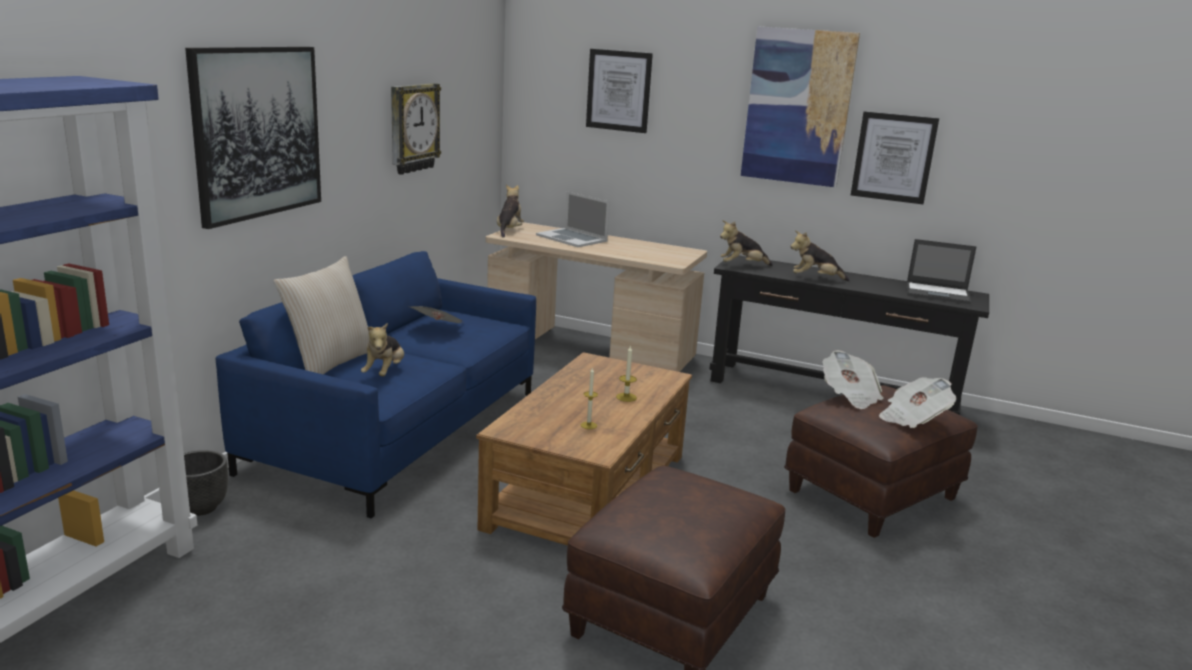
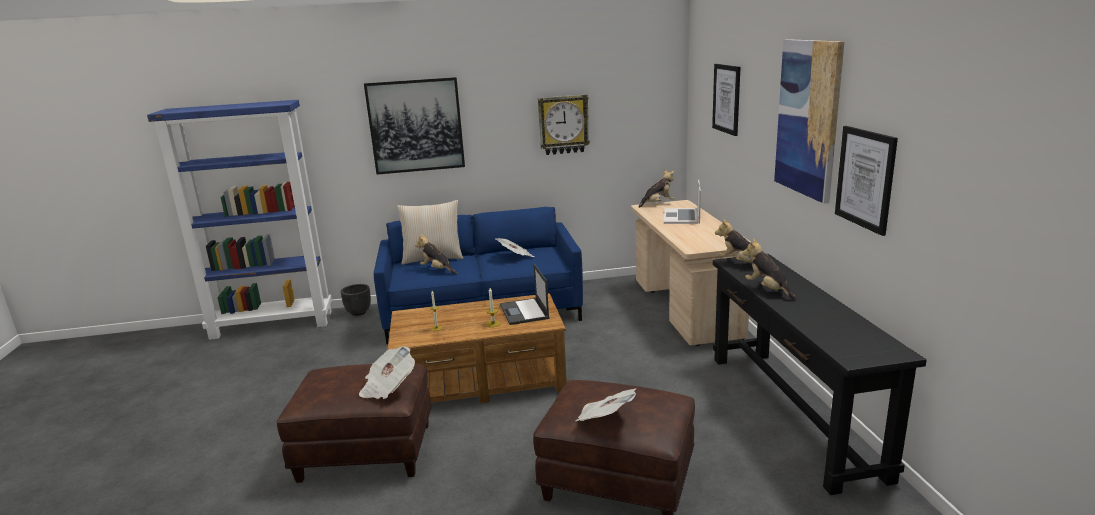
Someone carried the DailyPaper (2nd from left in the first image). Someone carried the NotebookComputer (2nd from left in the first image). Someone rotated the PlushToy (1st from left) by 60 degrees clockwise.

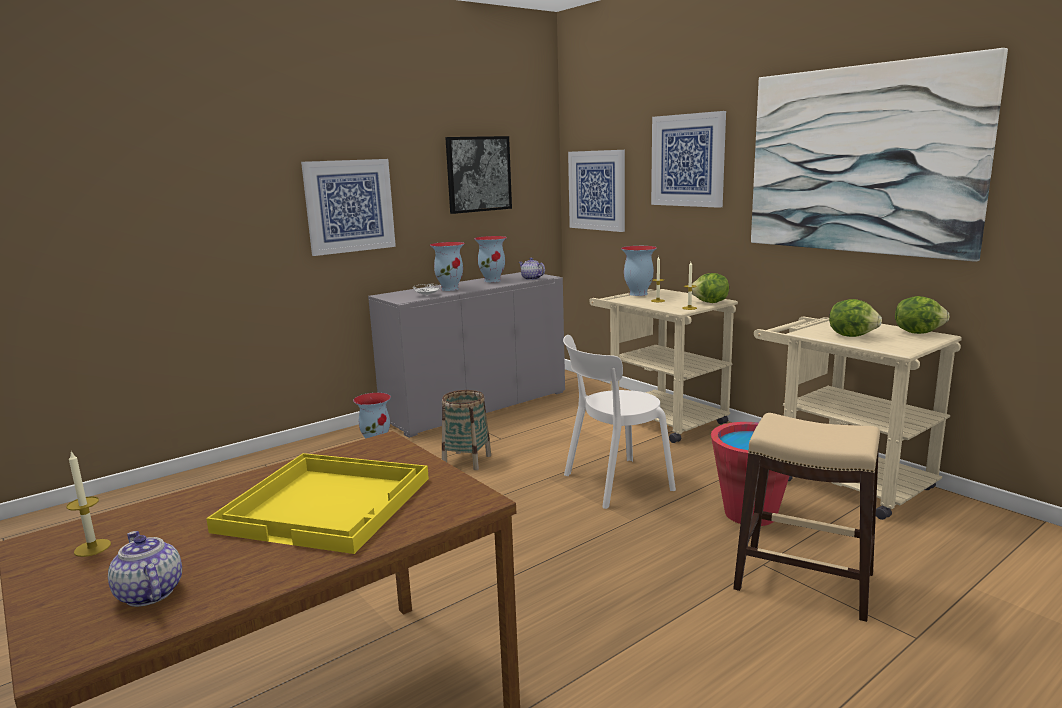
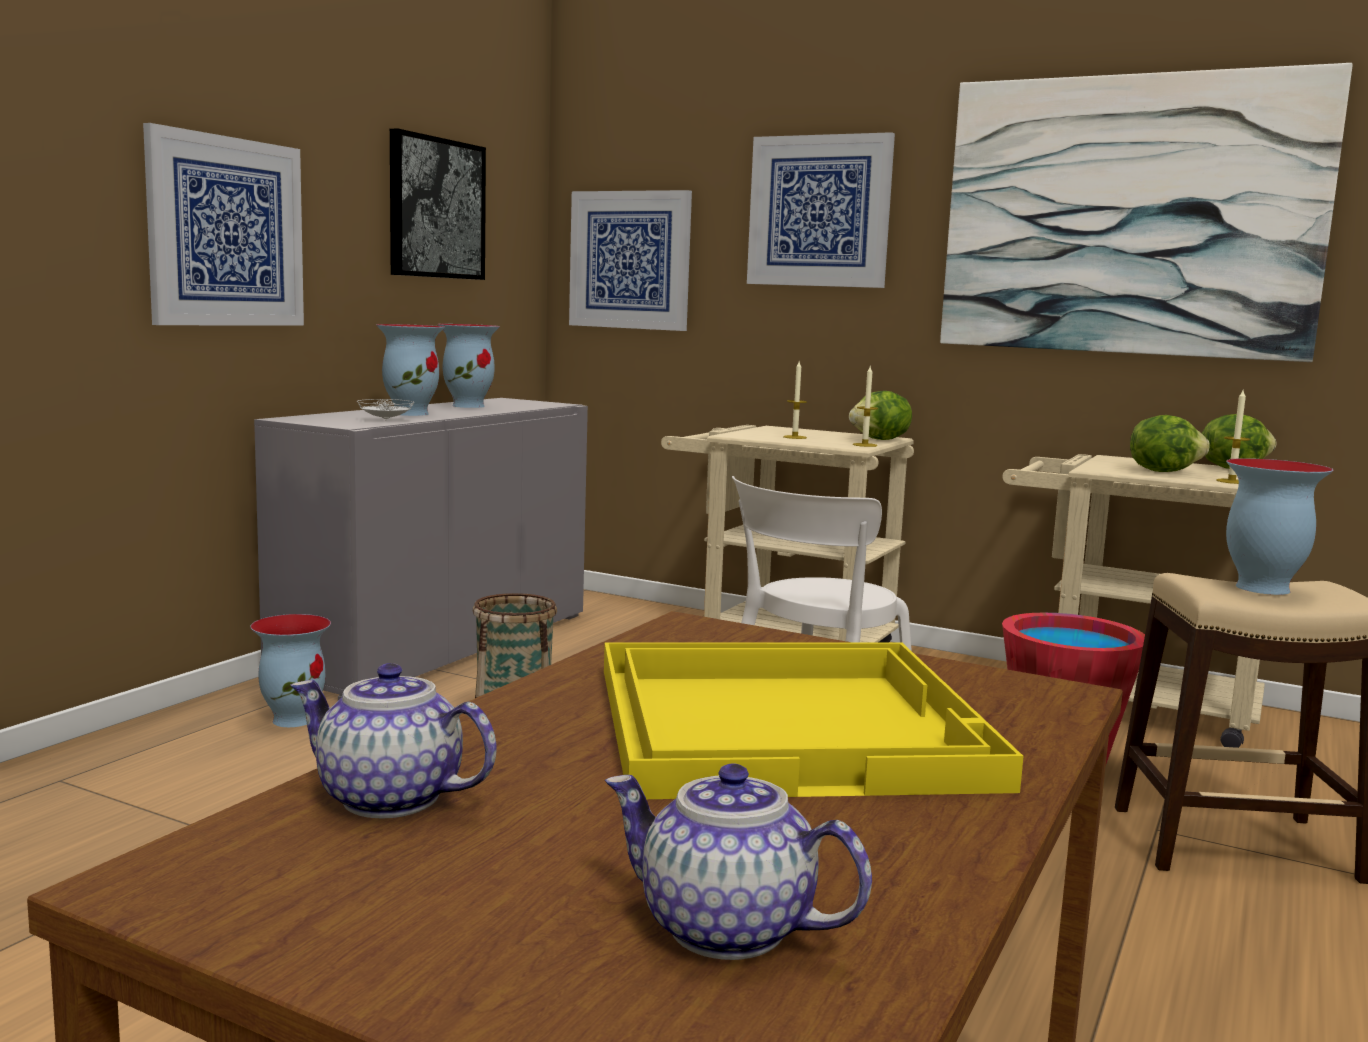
Someone carried the WaxCandle (1st from left in the first image). Someone carried the PotForTea (2nd from left in the first image). Someone carried the Vase (4th from left).

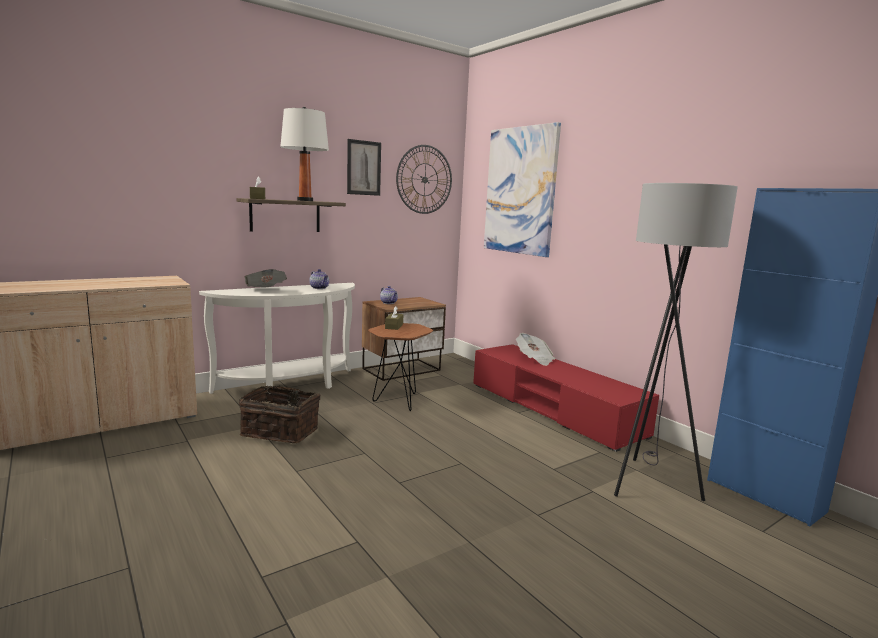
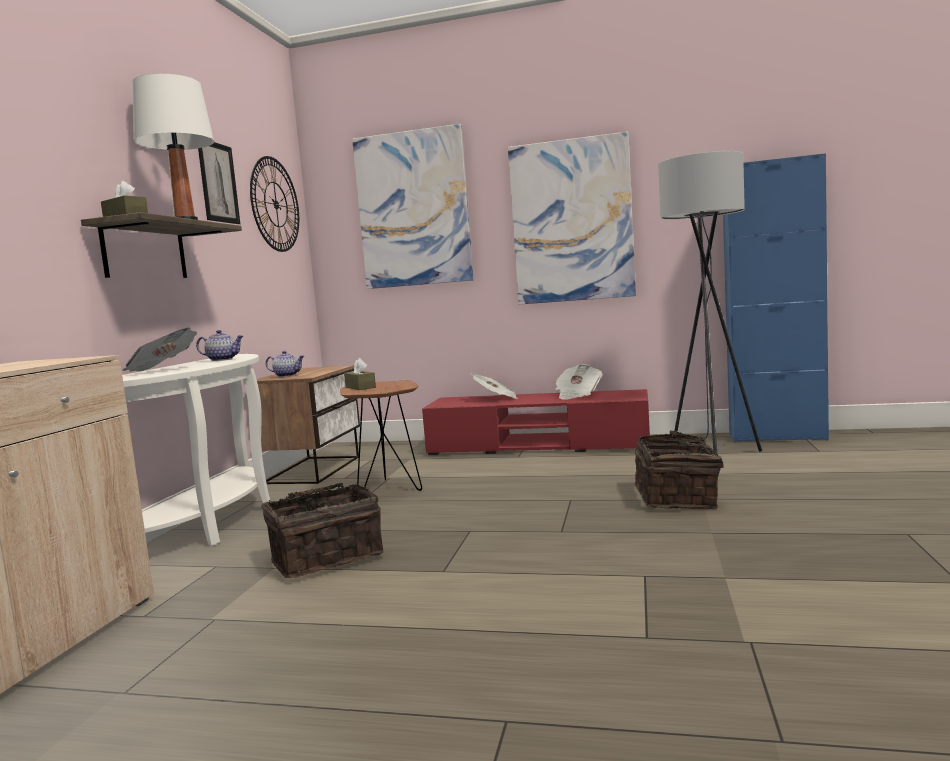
Someone put up the WallPicture (3rd from left). Someone put down the DailyPaper (3rd from left). Someone put down the HouseholdBasket (2nd from left).

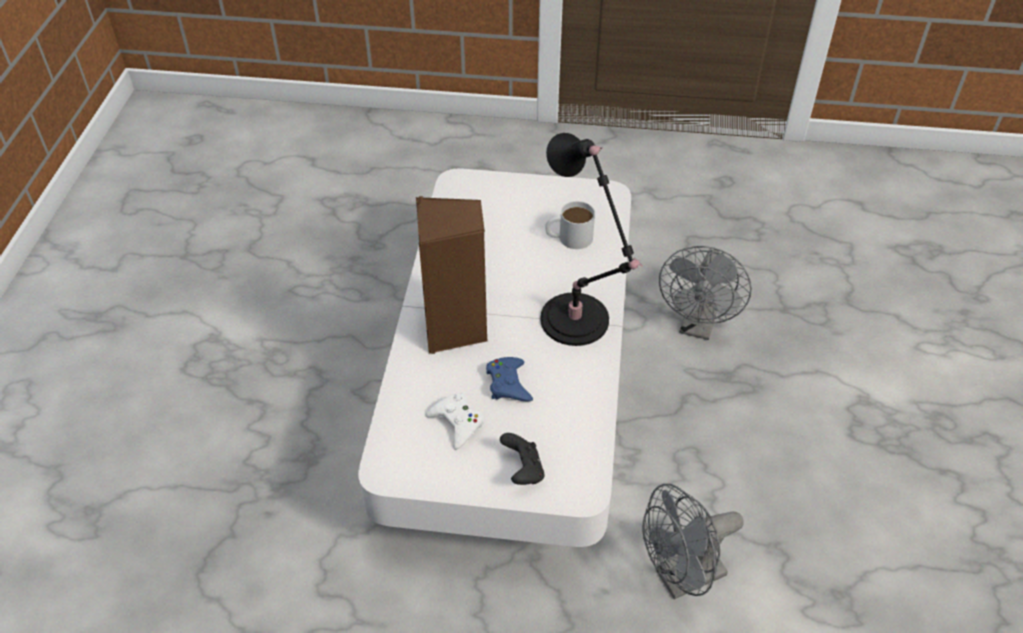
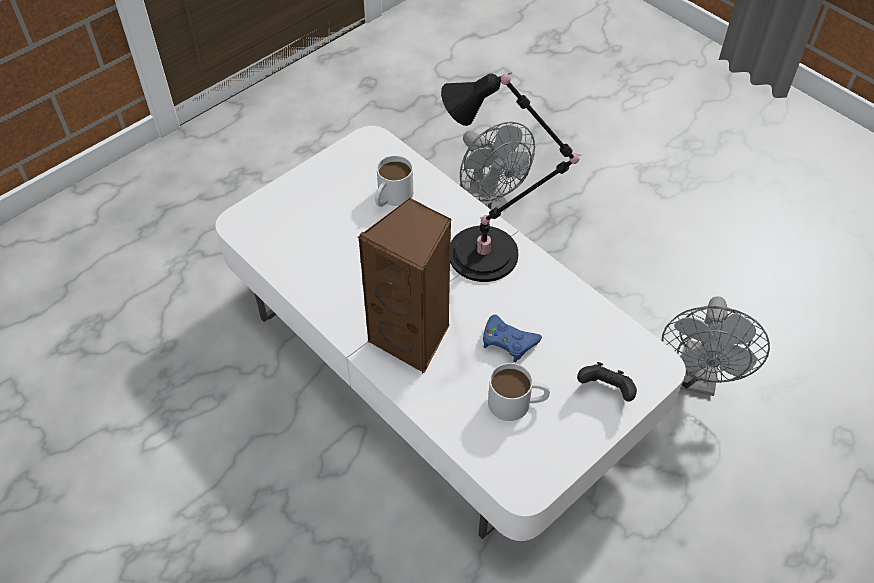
Someone swapped the WhitishJoypad for the WhitishMug (2nd from left).

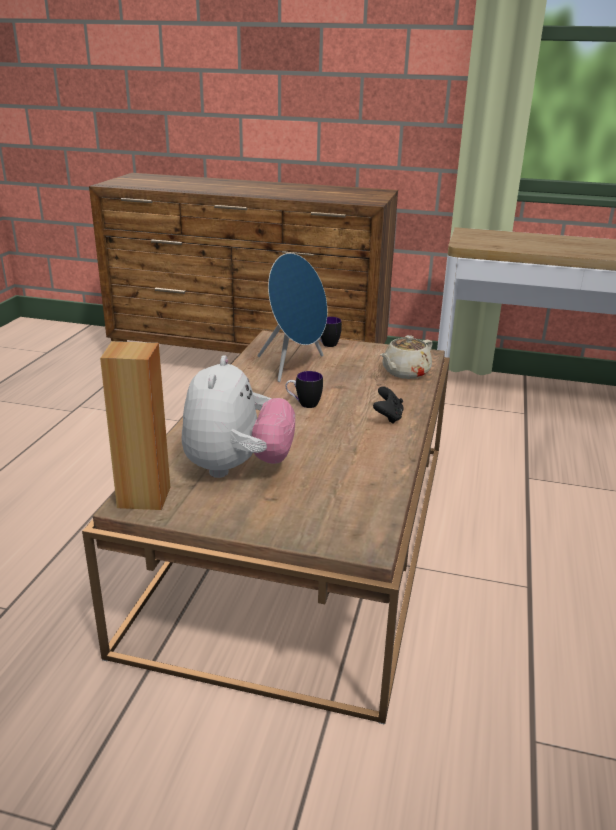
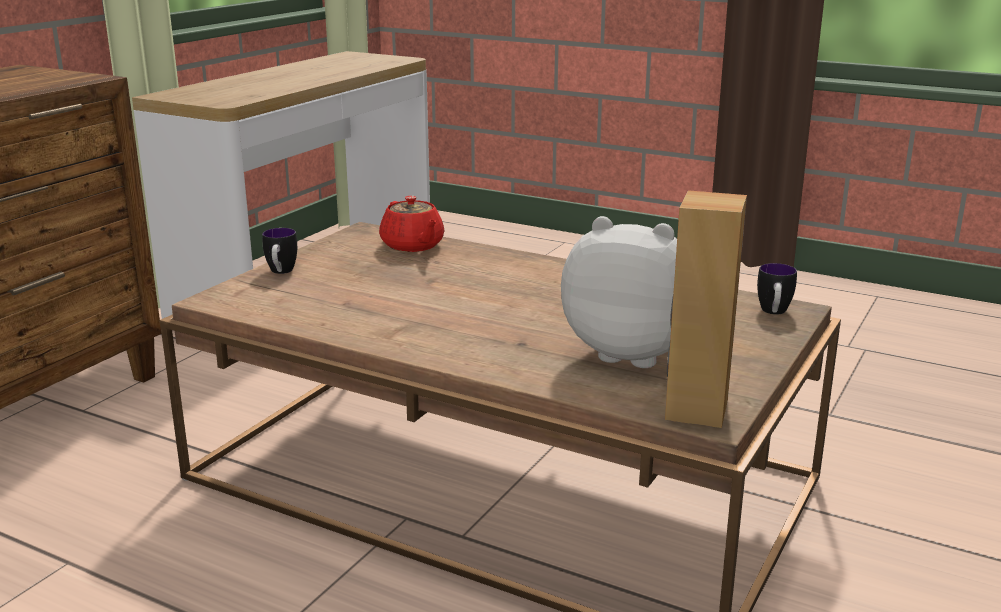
Someone took away the BluishAudioSpeaker. Someone took away the BlackColouredJoypad. Someone carried the Mug (1st from left in the first image). Someone repainted the BeigePotForTea, which became the ReddishPotForTea.

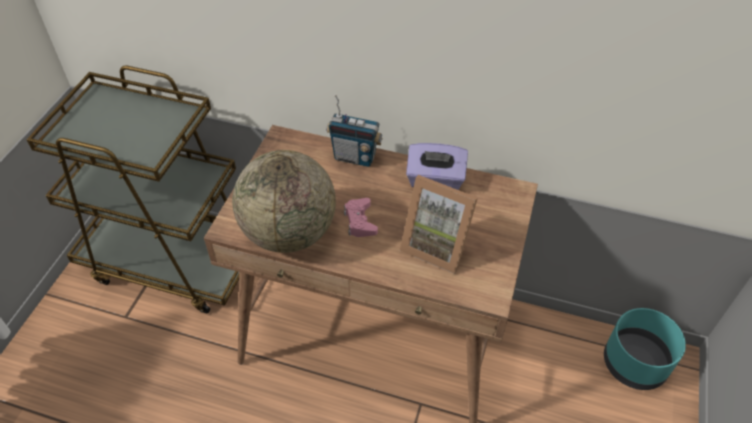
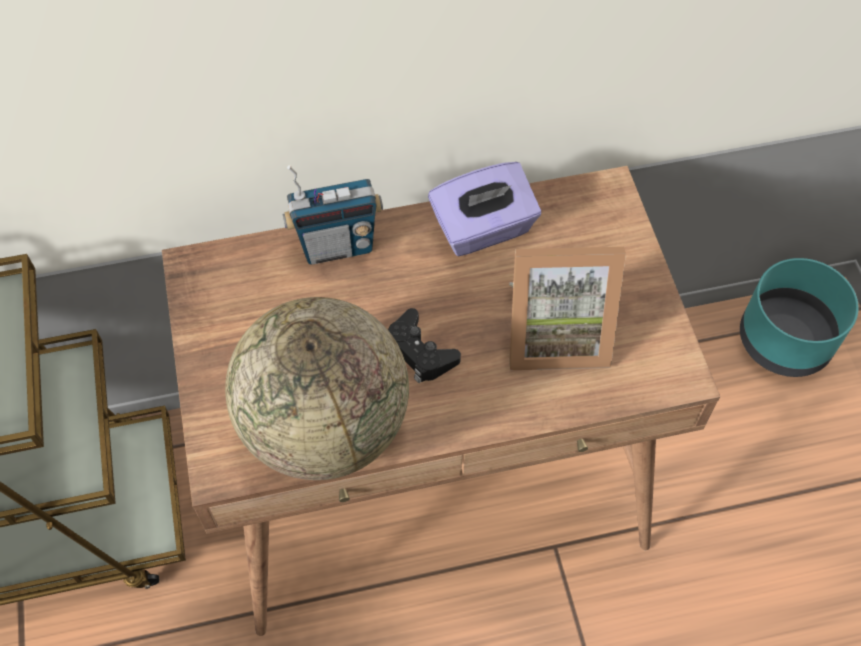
Someone repainted the PinkishJoypad, which became the BlackColouredJoypad.

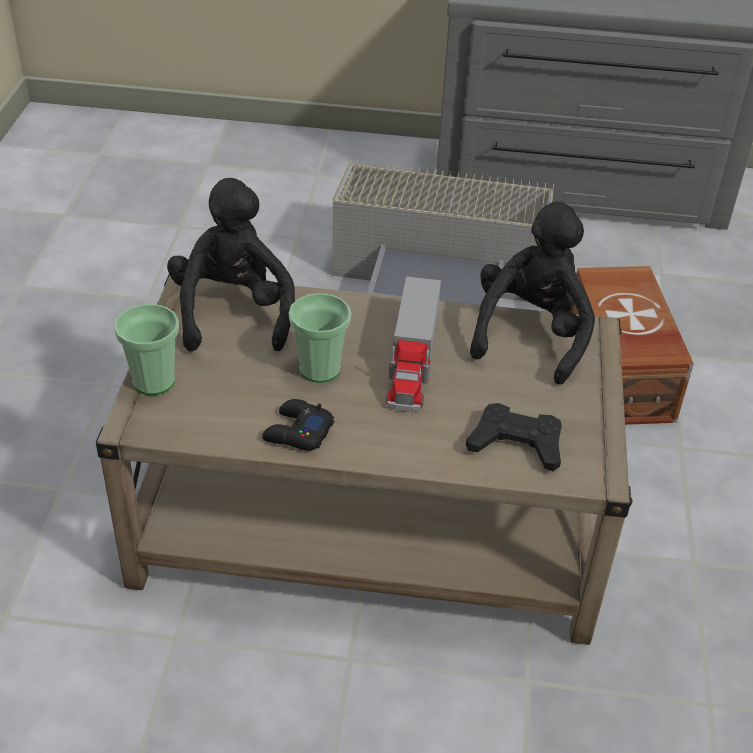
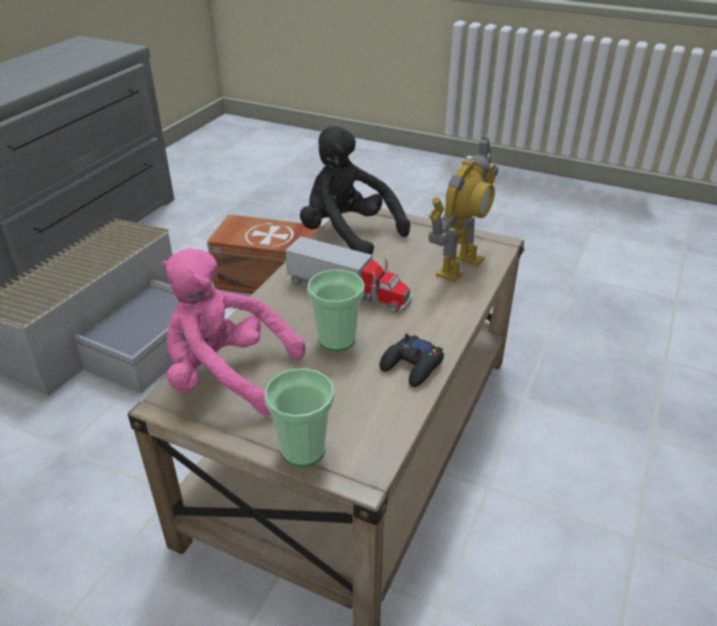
Someone swapped the BlackColouredJoypad (2nd from left) for the RobotFigure. Someone repainted the BlackColouredPlushToy (1st from left), which became the PinkishPlushToy.

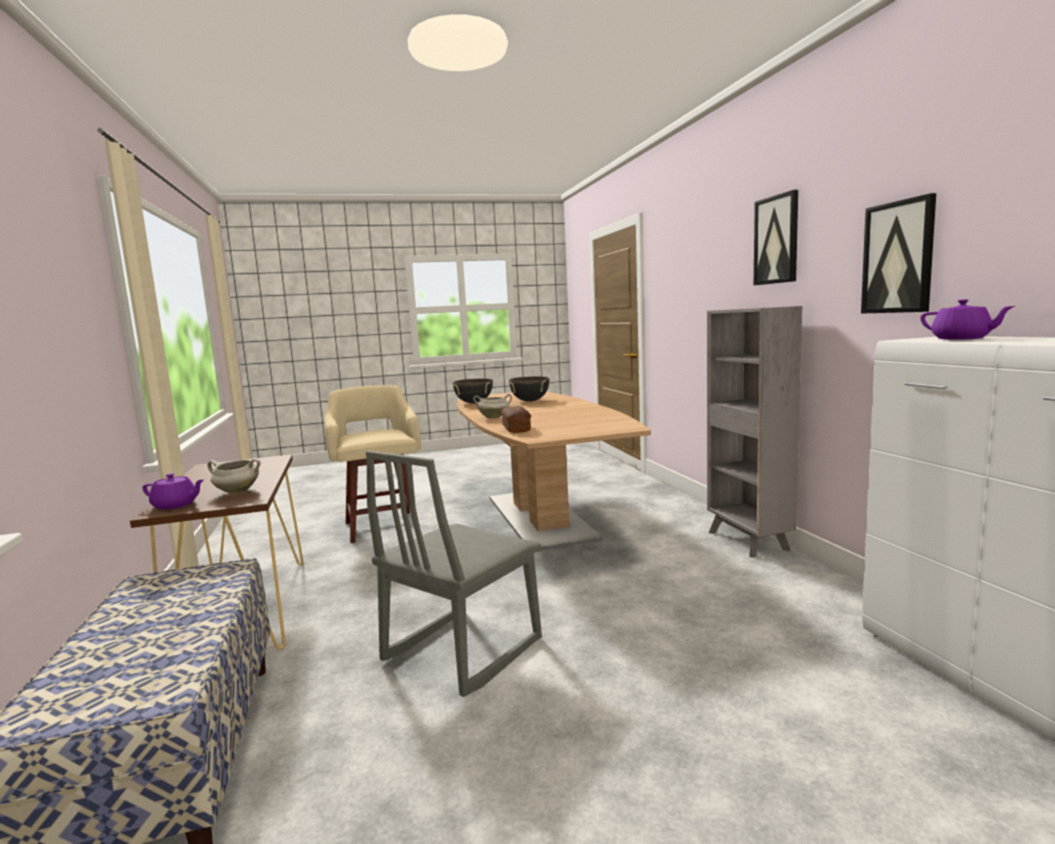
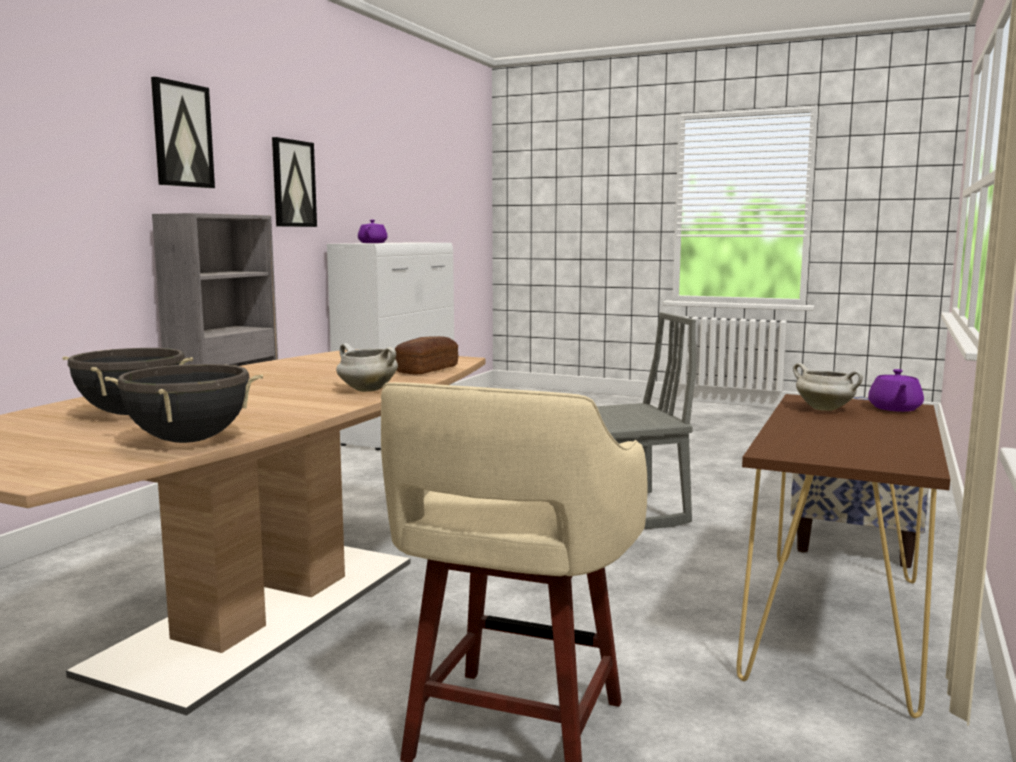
Someone rotated the PurplePotForTea (1st from left in the first image) by 120 degrees counterclockwise.

